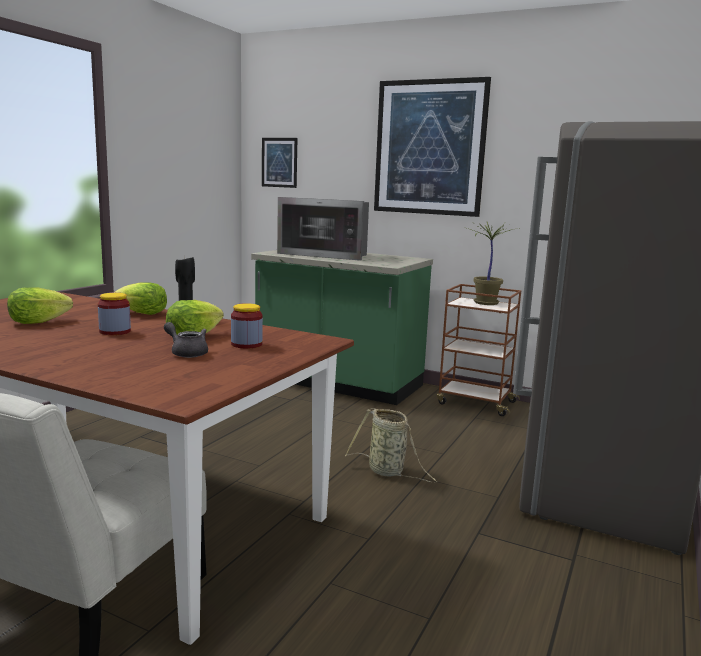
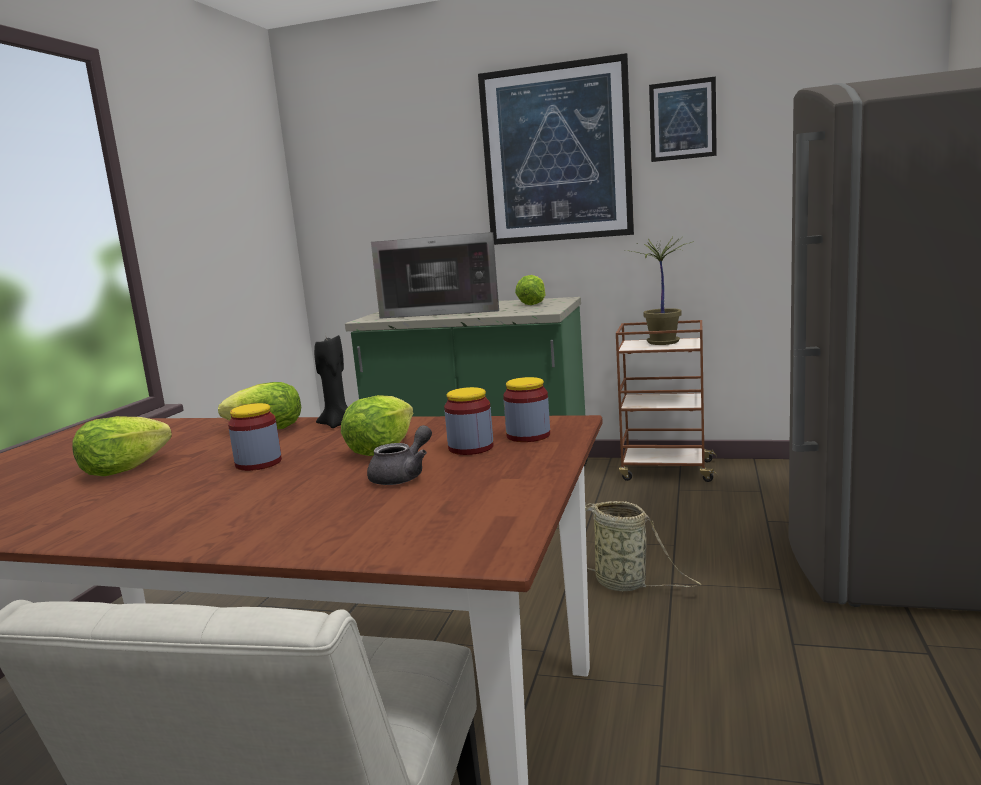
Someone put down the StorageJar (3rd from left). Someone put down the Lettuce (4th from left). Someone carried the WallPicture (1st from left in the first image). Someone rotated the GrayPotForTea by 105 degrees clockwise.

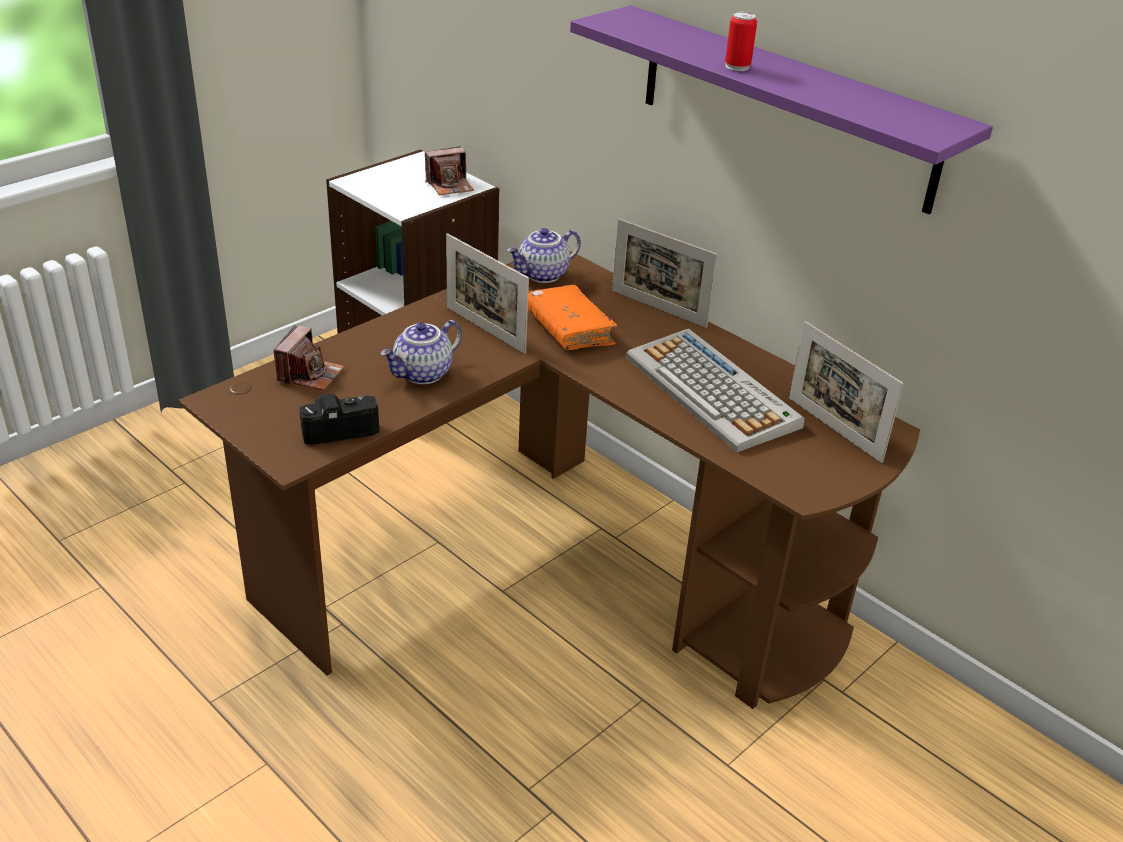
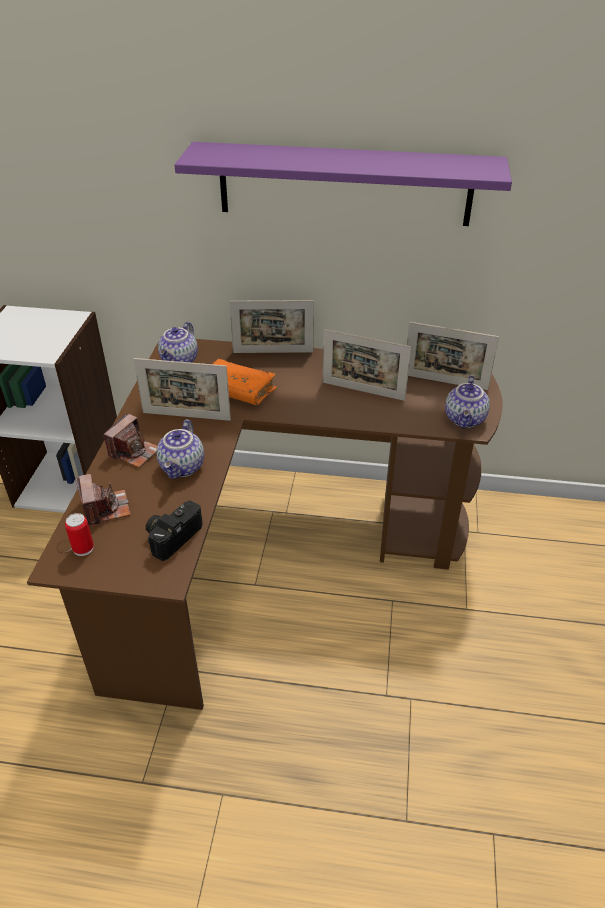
Someone put down the PotForTea (3rd from left). Someone carried the StillCamera (3rd from left in the first image). Someone carried the SealedCan. Someone swapped the ComputerKeyboard for the PictureFrame (3rd from left).

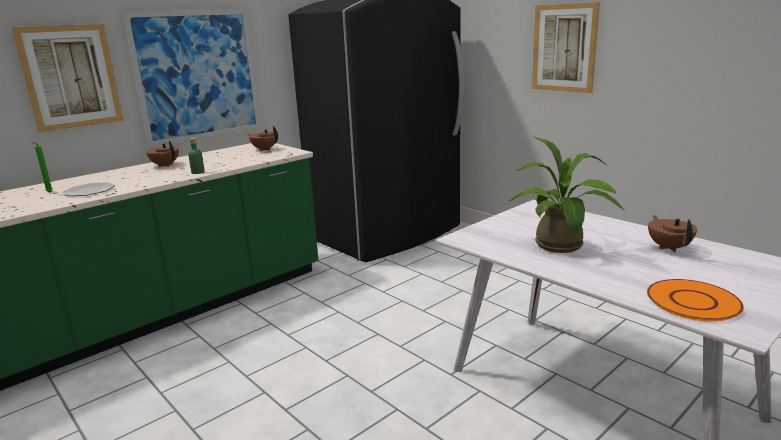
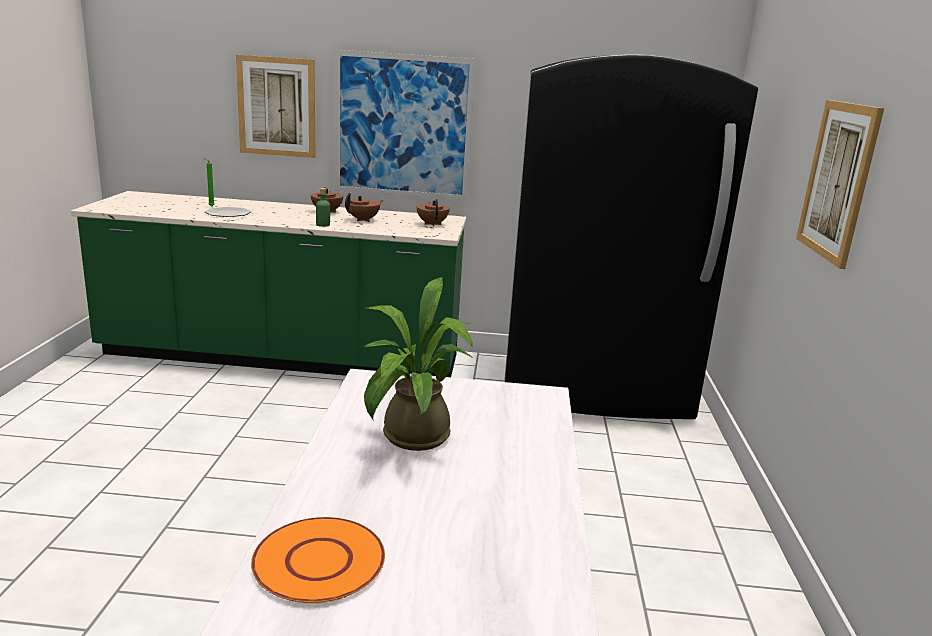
Someone carried the BrownPotForTea (3rd from left in the first image).

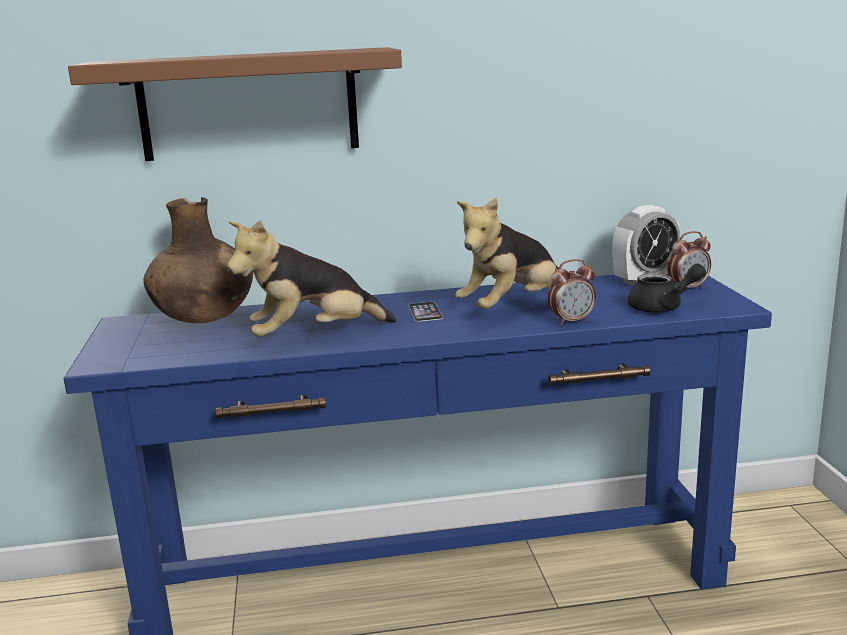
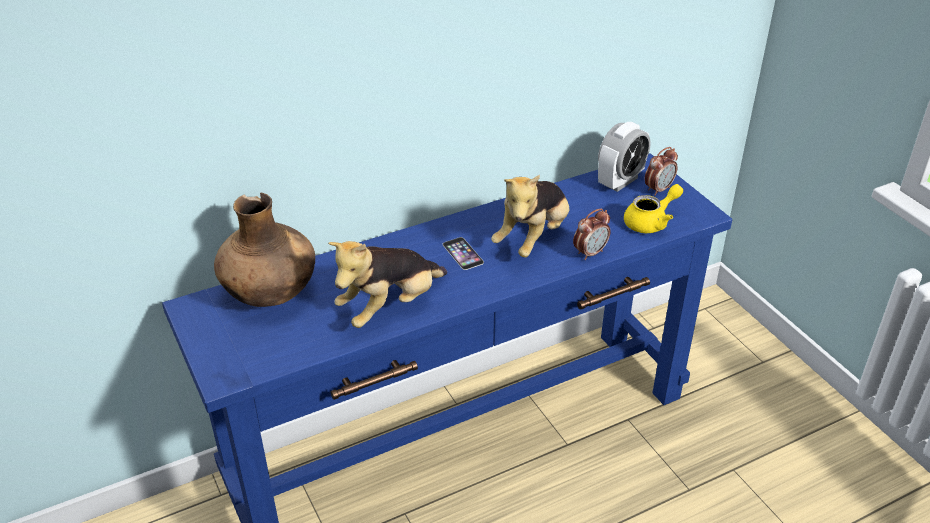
Someone took away the BrownBracketShelf. Someone repainted the BlackColouredPotForTea, which became the YellowColouredPotForTea.

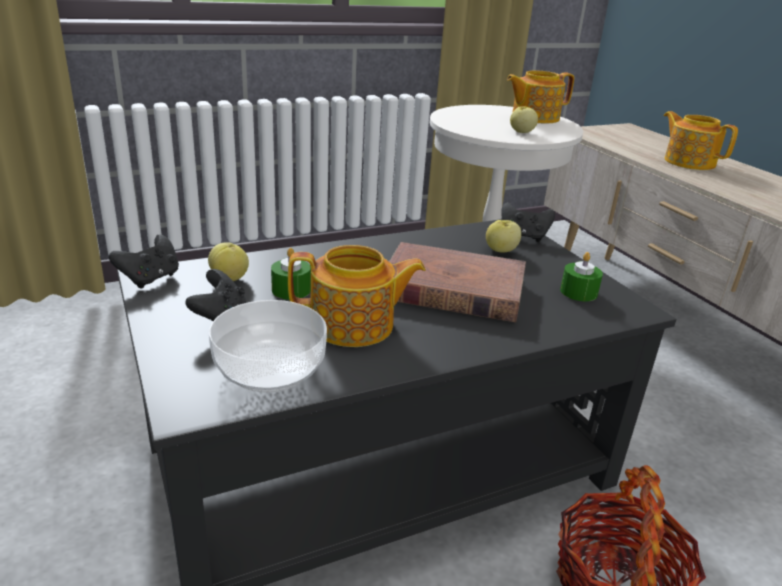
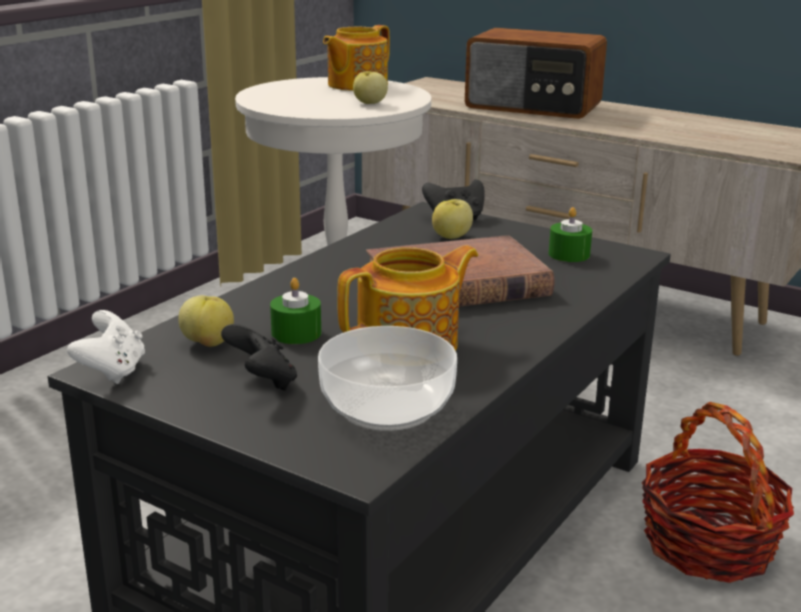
Someone swapped the PotForTea (3rd from left) for the RadioReceiver. Someone repainted the BlackColouredJoypad (1st from left), which became the WhitishJoypad.

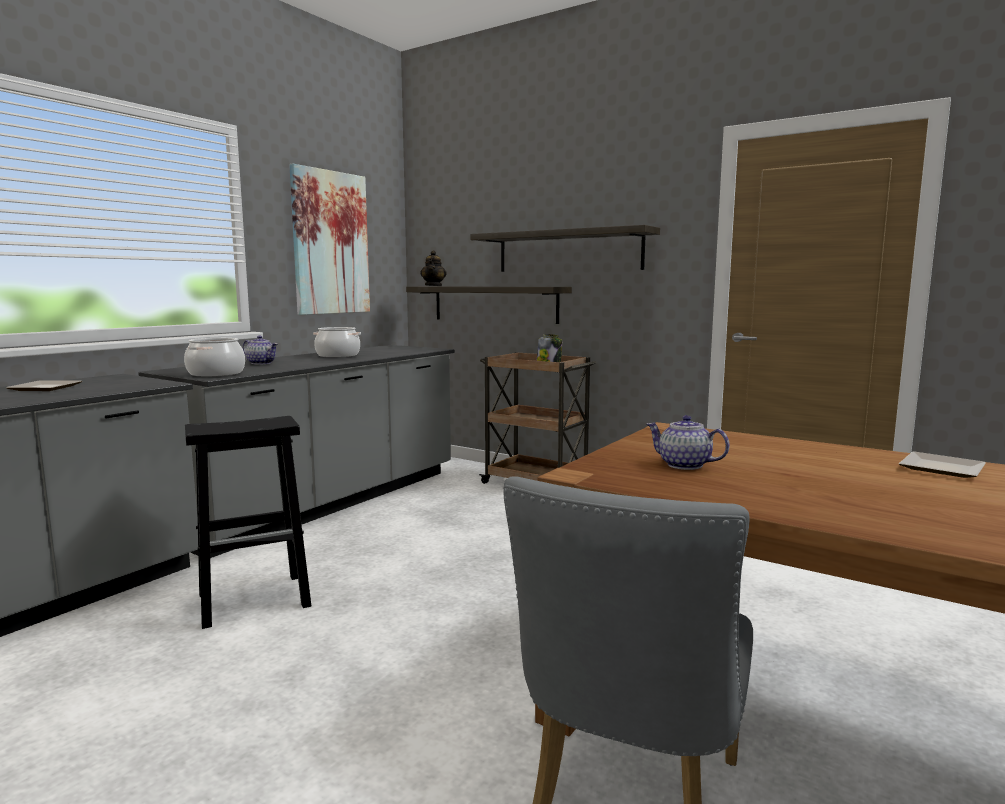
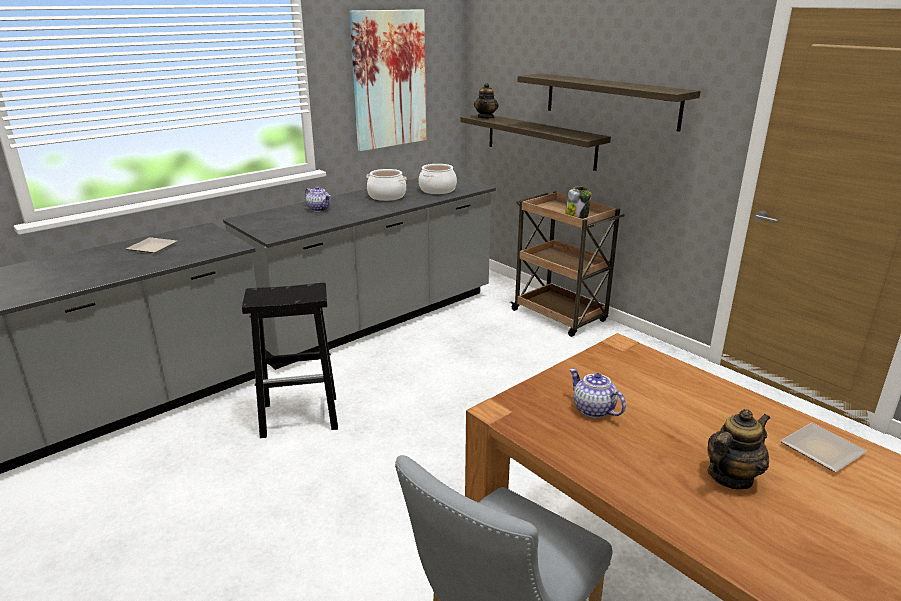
Someone put down the PotForTea (4th from left). Someone carried the Stockpot (1st from left in the first image).

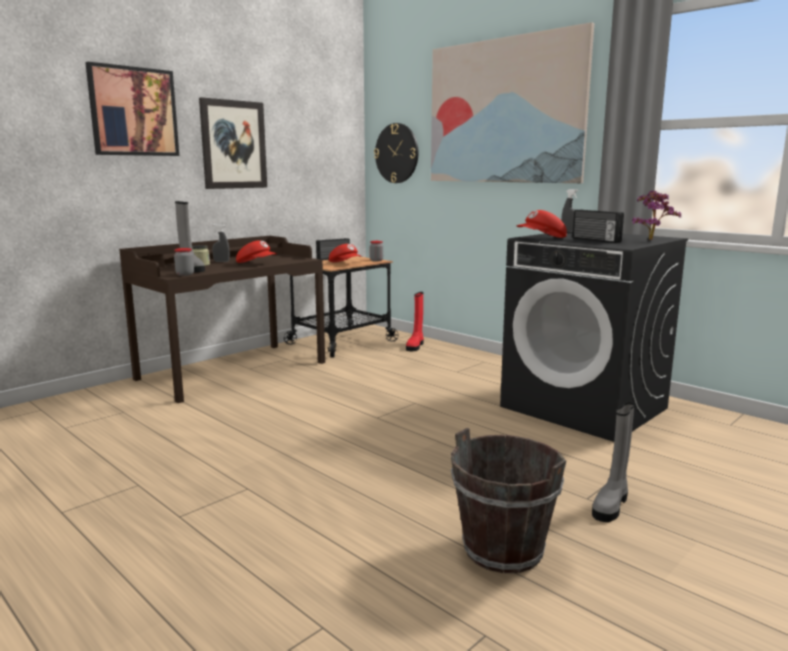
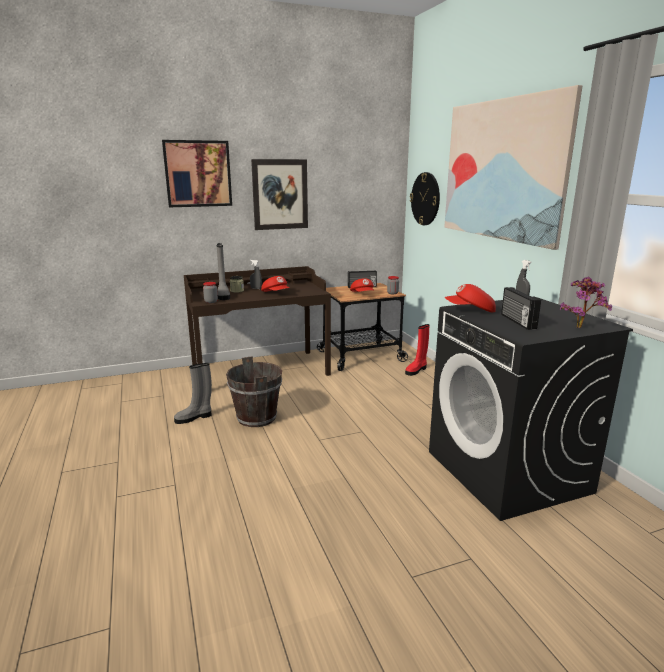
Someone carried the BrownBucket. Someone carried the GrayTallBoot (2nd from left in the first image).

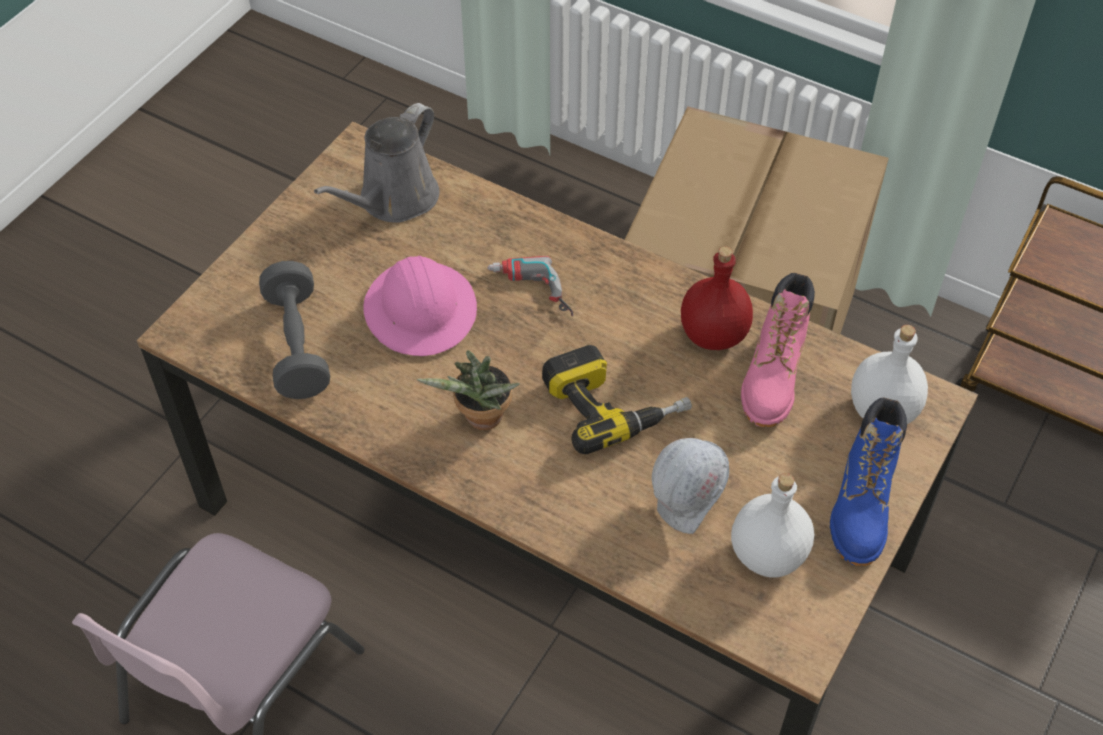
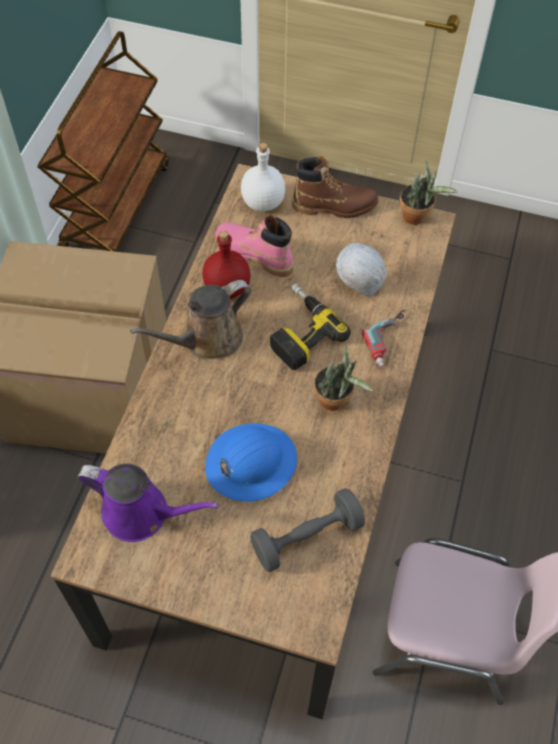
Someone took away the WhitishDrinkBottle (1st from left). Someone put down the BrownWateringCan. Someone put down the Houseplant (2nd from left). Someone carried the ElectricDrill (1st from left in the first image). Someone repainted the GrayWateringCan, which became the PurpleWateringCan. Someone repainted the PinkishSafetyHelmet, which became the BluishSafetyHelmet. Someone repainted the BluishTallBoot, which became the BrownTallBoot. Someone rotated the PinkishTallBoot by 150 degrees counterclockwise.

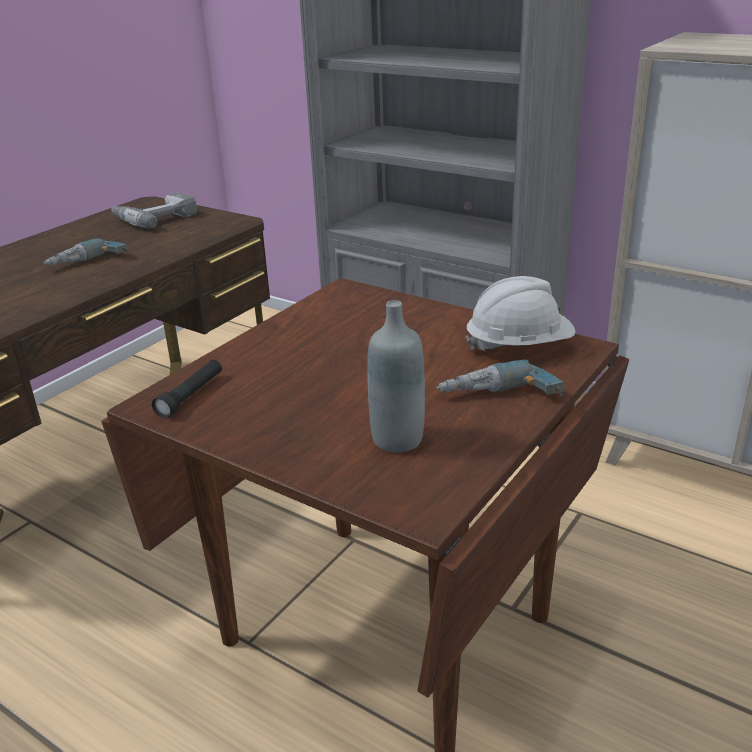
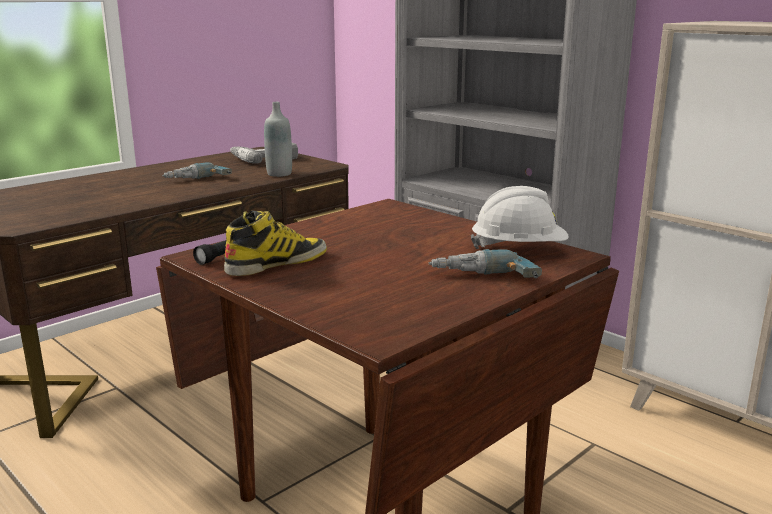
Someone put down the TallBoot. Someone carried the GrayDrinkBottle.

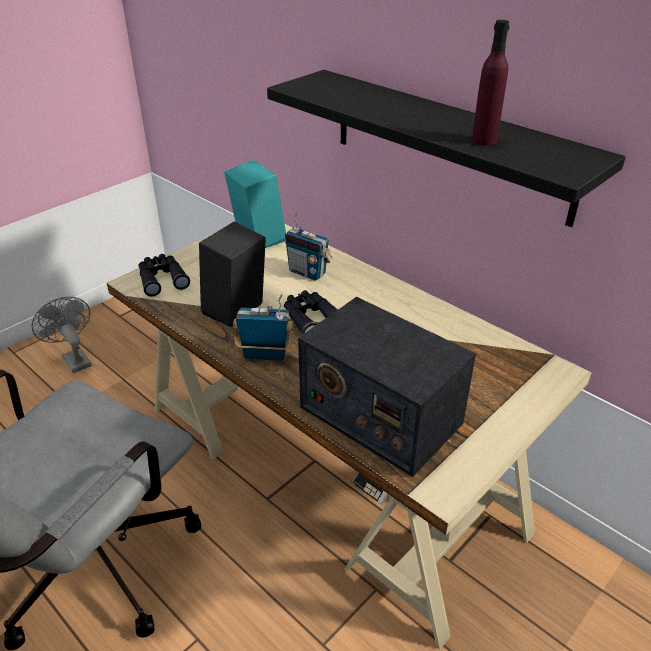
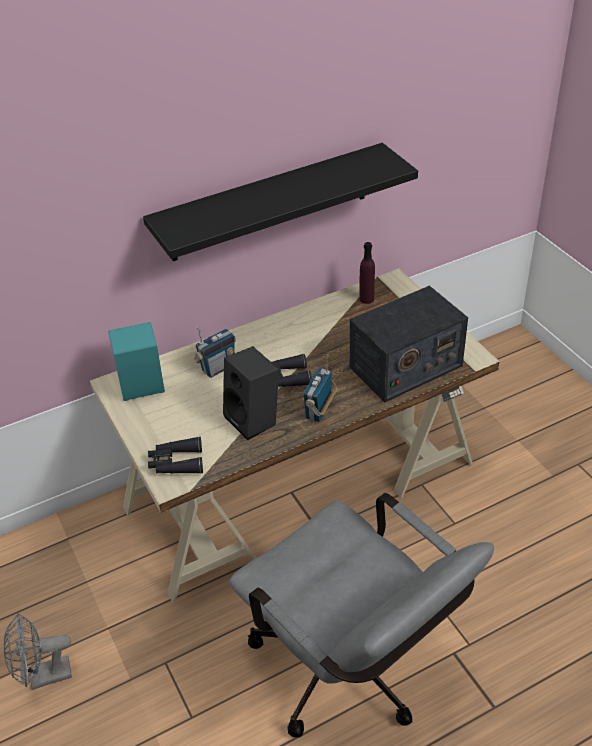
Someone carried the PurpleDrinkBottle.

